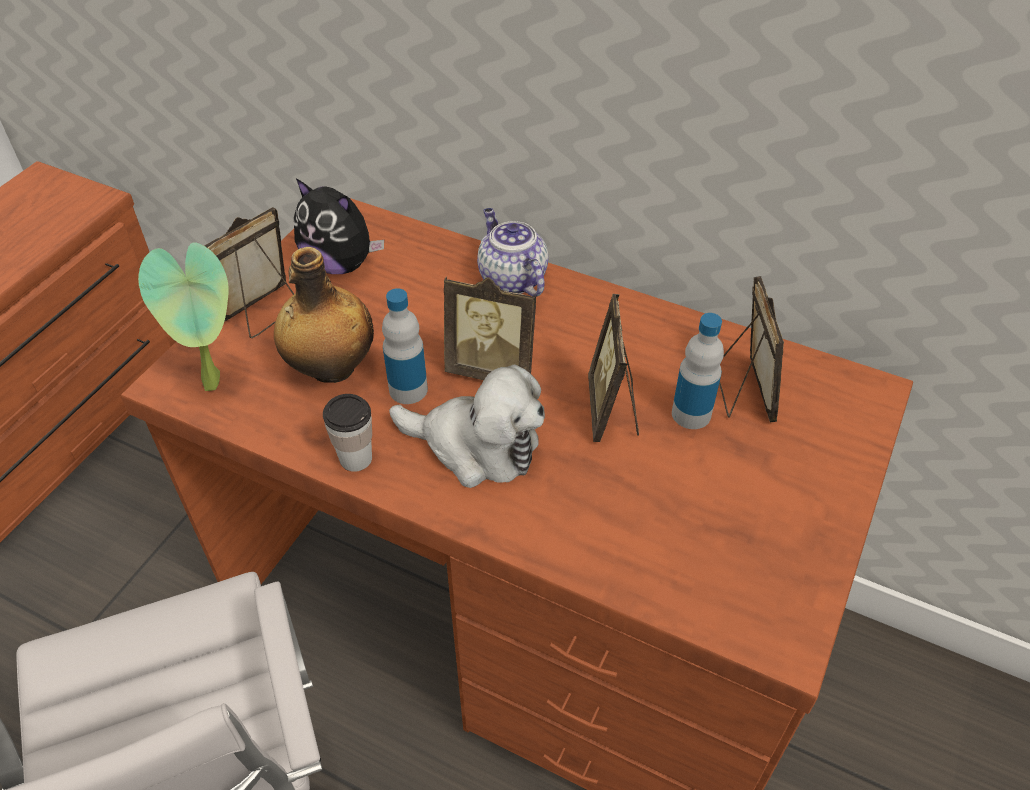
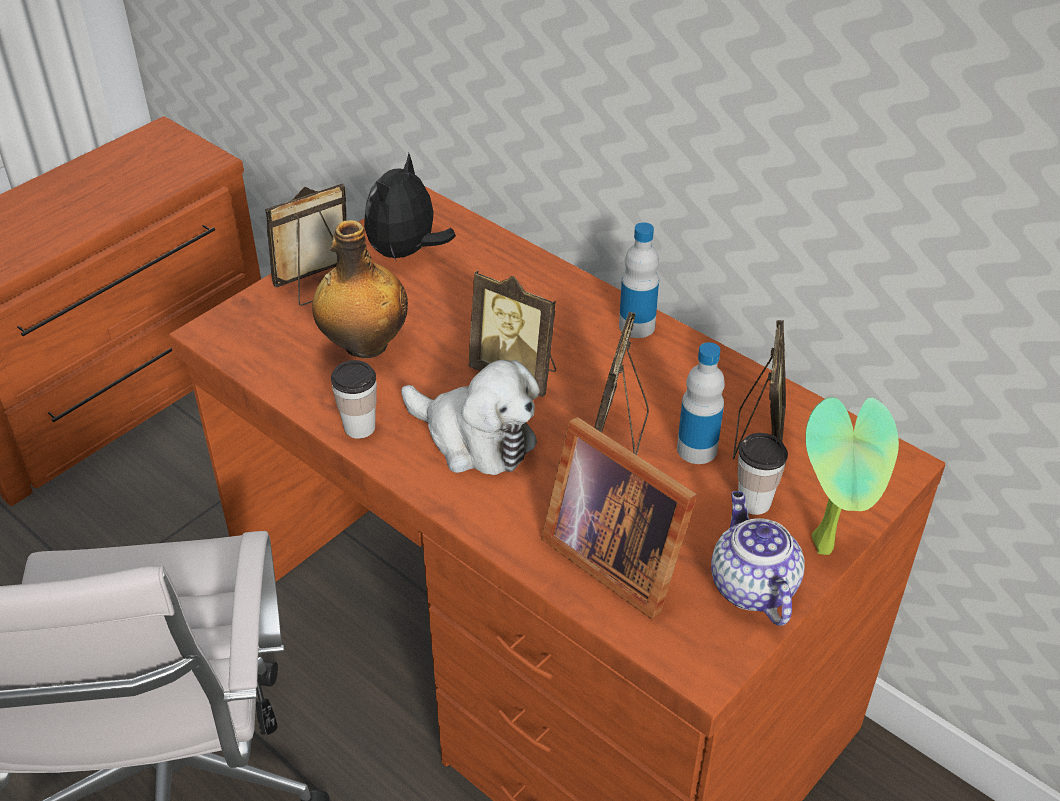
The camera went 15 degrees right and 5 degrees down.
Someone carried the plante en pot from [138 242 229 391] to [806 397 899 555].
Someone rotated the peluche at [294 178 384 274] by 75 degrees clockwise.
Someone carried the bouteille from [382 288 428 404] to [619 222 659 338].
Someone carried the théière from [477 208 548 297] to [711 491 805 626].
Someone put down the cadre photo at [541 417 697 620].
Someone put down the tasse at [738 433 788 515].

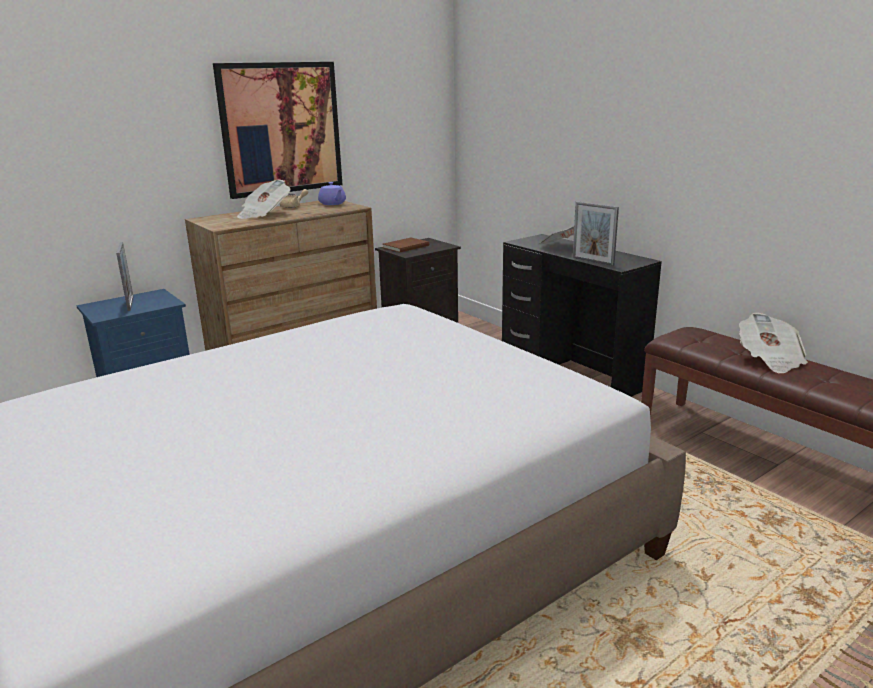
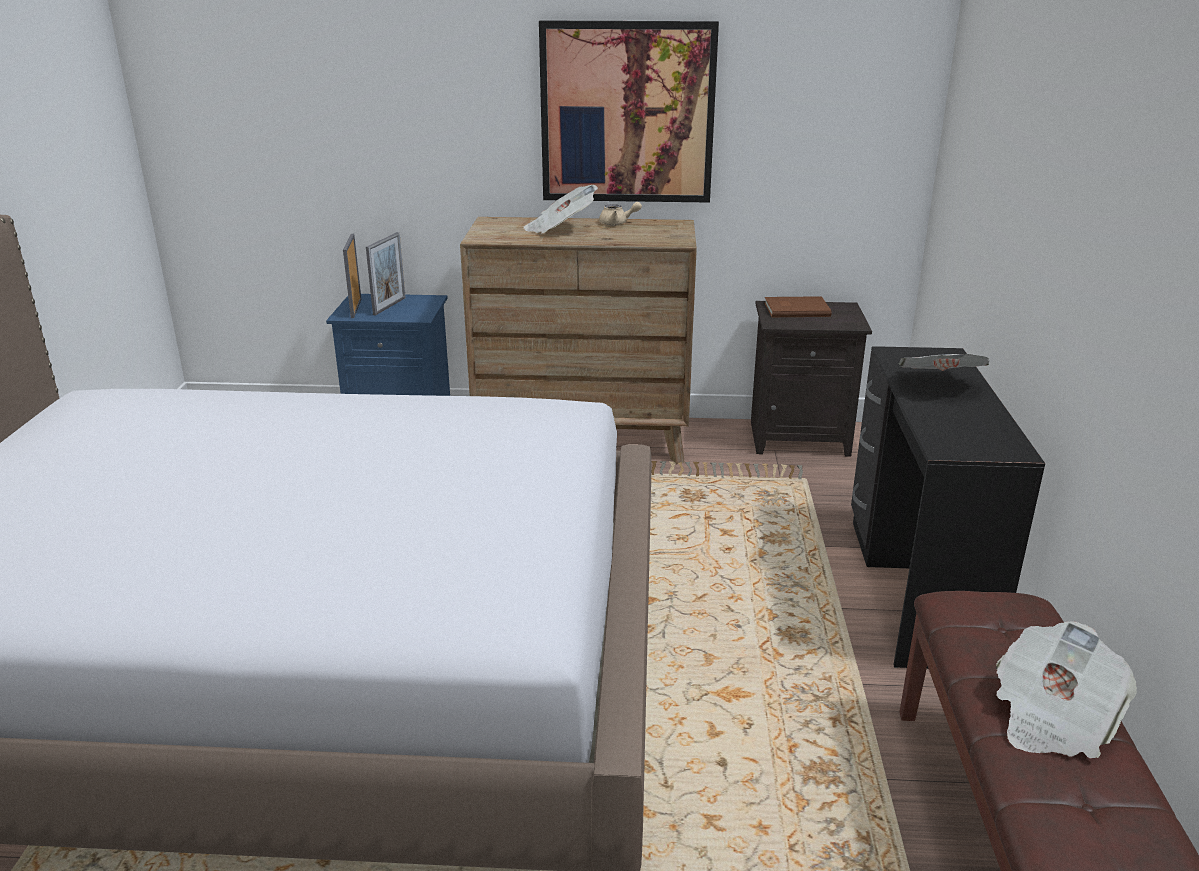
The camera went 40 degrees right and 5 degrees up.
Someone took away the théière [violet] at [318 182 346 205].
Someone carried the cadre photo from [573 201 619 266] to [343 234 361 318].

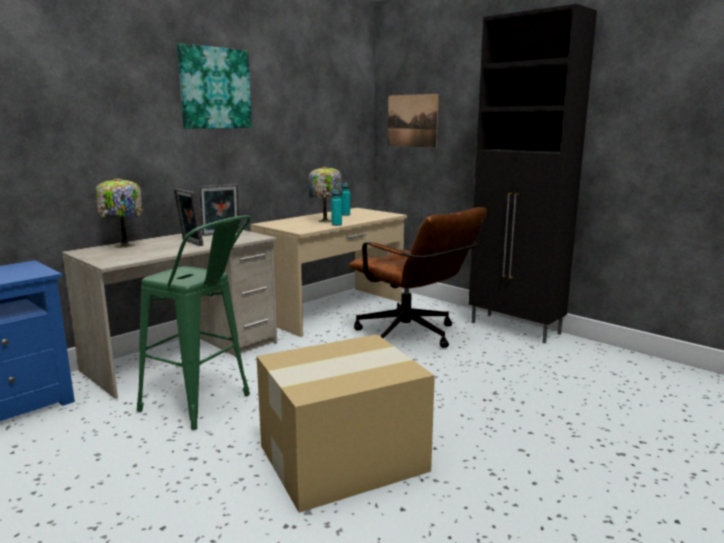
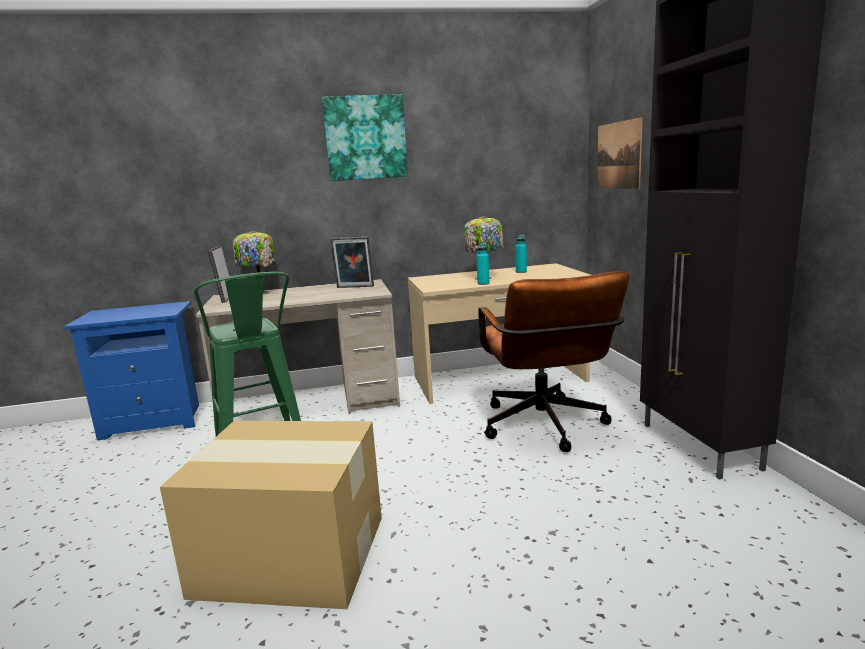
The camera went 35 degrees right and 0 degrees up.
Someone carried the cadre photo from [174 189 203 246] to [208 246 229 303].

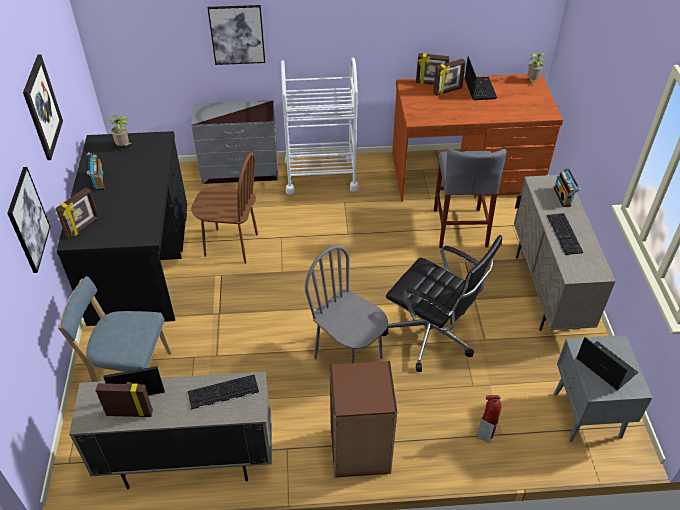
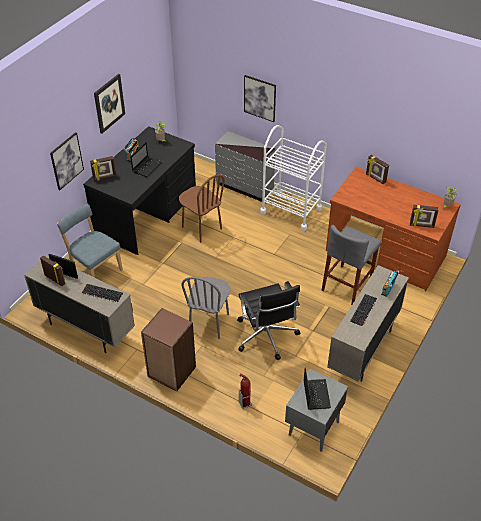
The camera went 35 degrees right and 0 degrees up.
Someone rotated the chaise [gris] at [305 245 388 363] by 150 degrees counterclockwise.
Someone carried the cadre photo from [433 59 466 96] to [410 205 439 228].
Someone carried the ordinateur portable from [465 56 497 100] to [131 142 162 177].

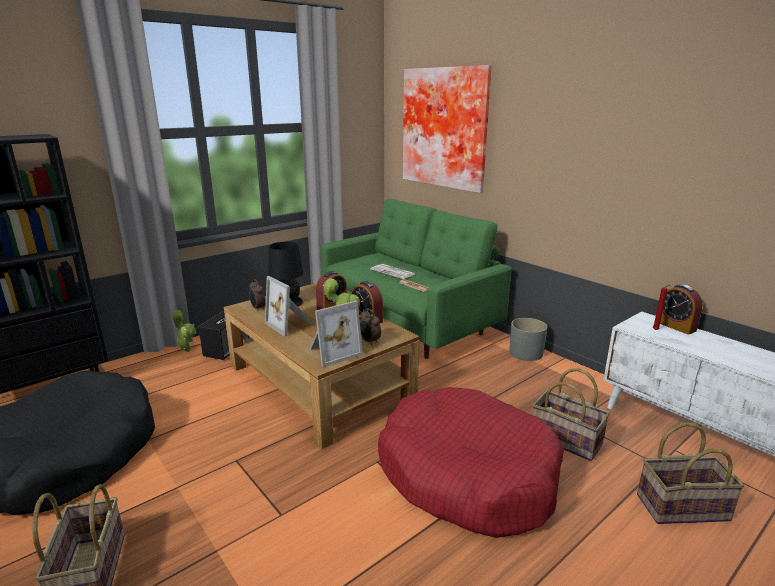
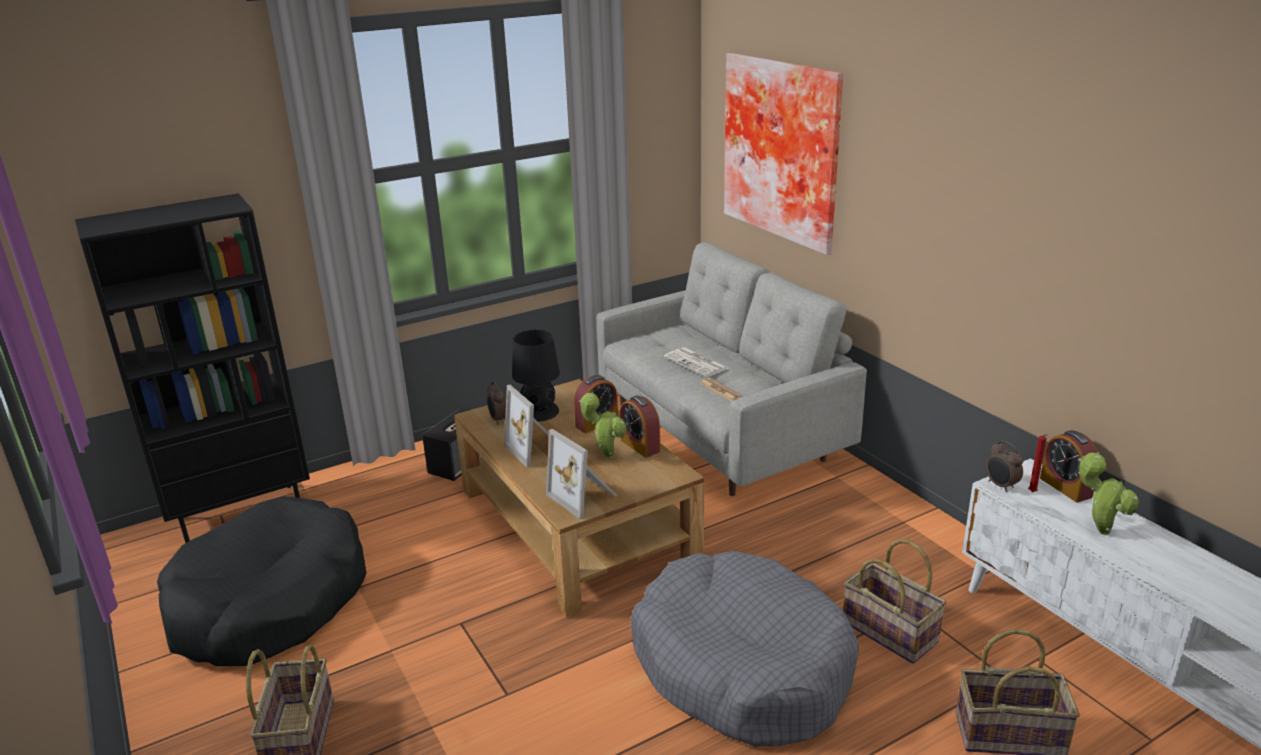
The camera went 10 degrees right and 5 degrees up.
Someone carried the plante en pot from [173 310 196 352] to [1078 452 1139 535].
Someone rotated the cadre photo at [310 301 363 367] by 75 degrees clockwise.
Someone repainted the canapé [vert] at [321 198 512 359], which became the canapé [gris] at [597 242 867 496].
Someone carried the réveil from [360 308 381 345] to [985 440 1023 492].
Someone repainted the panier pour chien [rouge] at [378 387 564 538], which became the panier pour chien [gris] at [631 551 859 746].
Someone took away the cache-pot [gris] at [509 318 547 361].

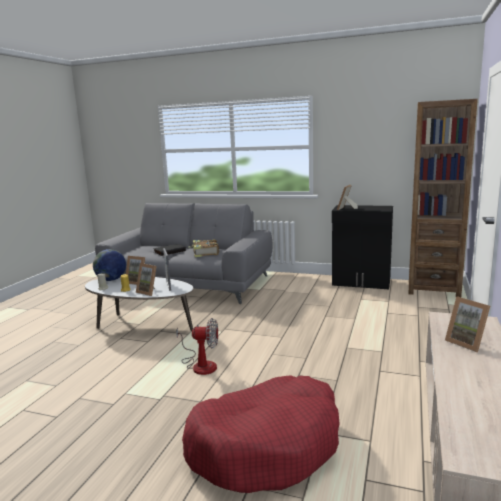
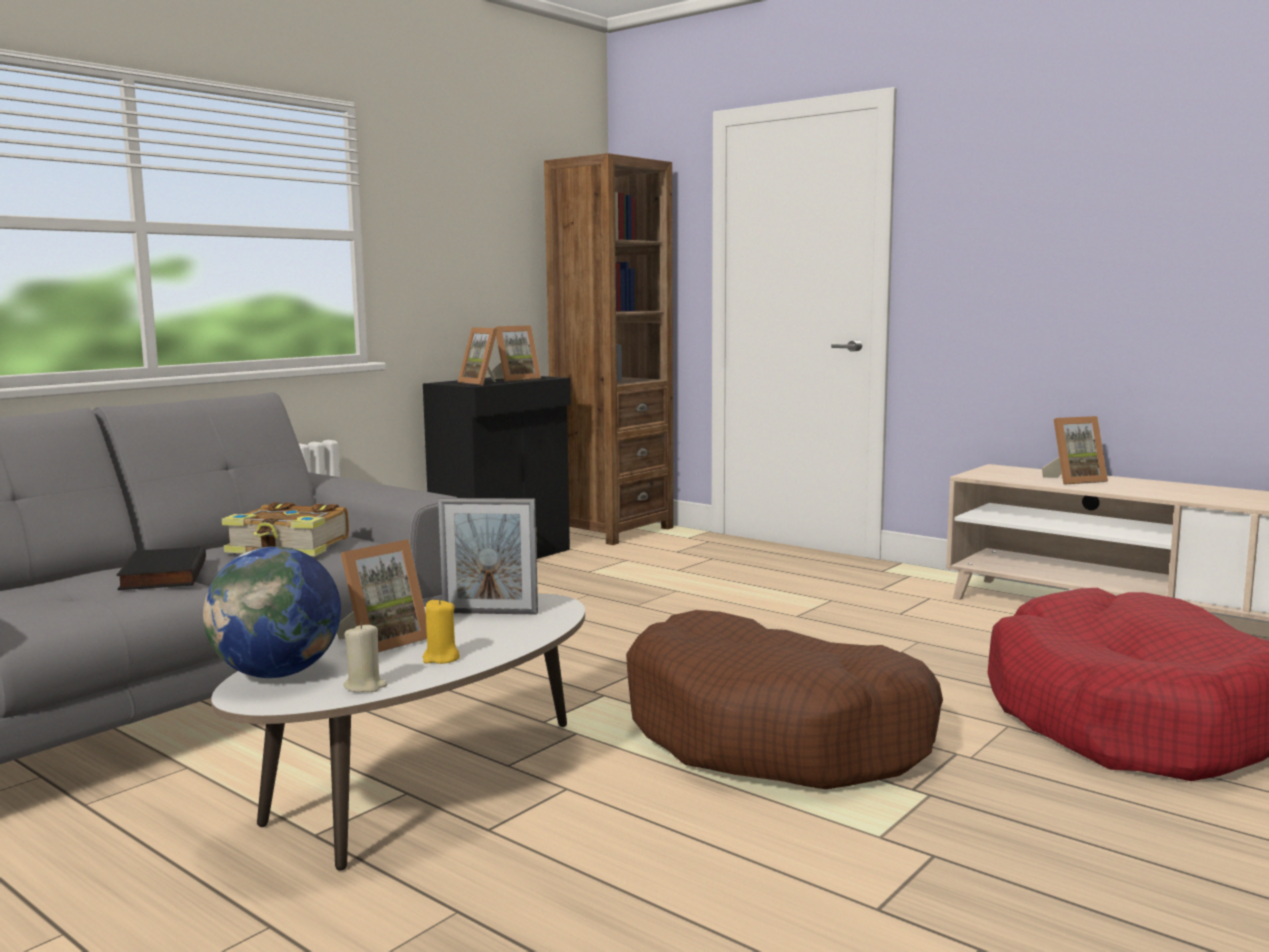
The camera went 70 degrees left and 5 degrees down.
Someone carried the cadre photo from [136 263 157 296] to [491 325 541 381].
Someone swapped the ventilateur at [176 318 218 375] for the panier pour chien [marron] at [626 610 943 789].

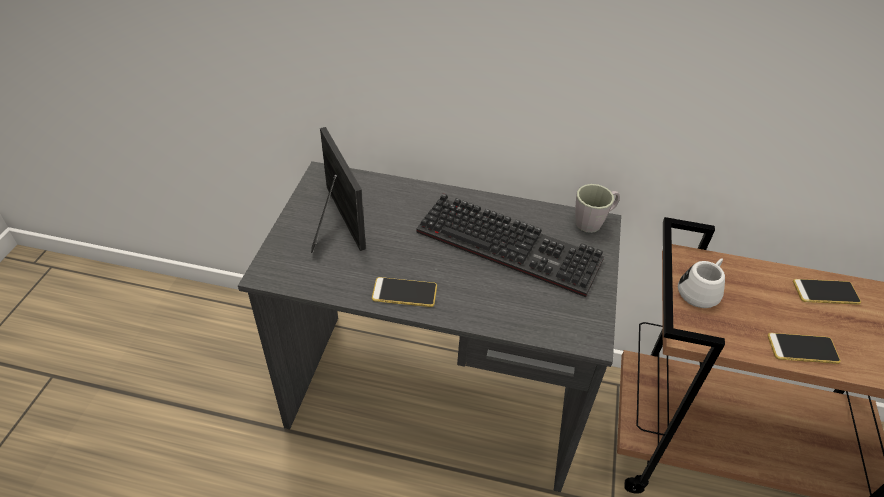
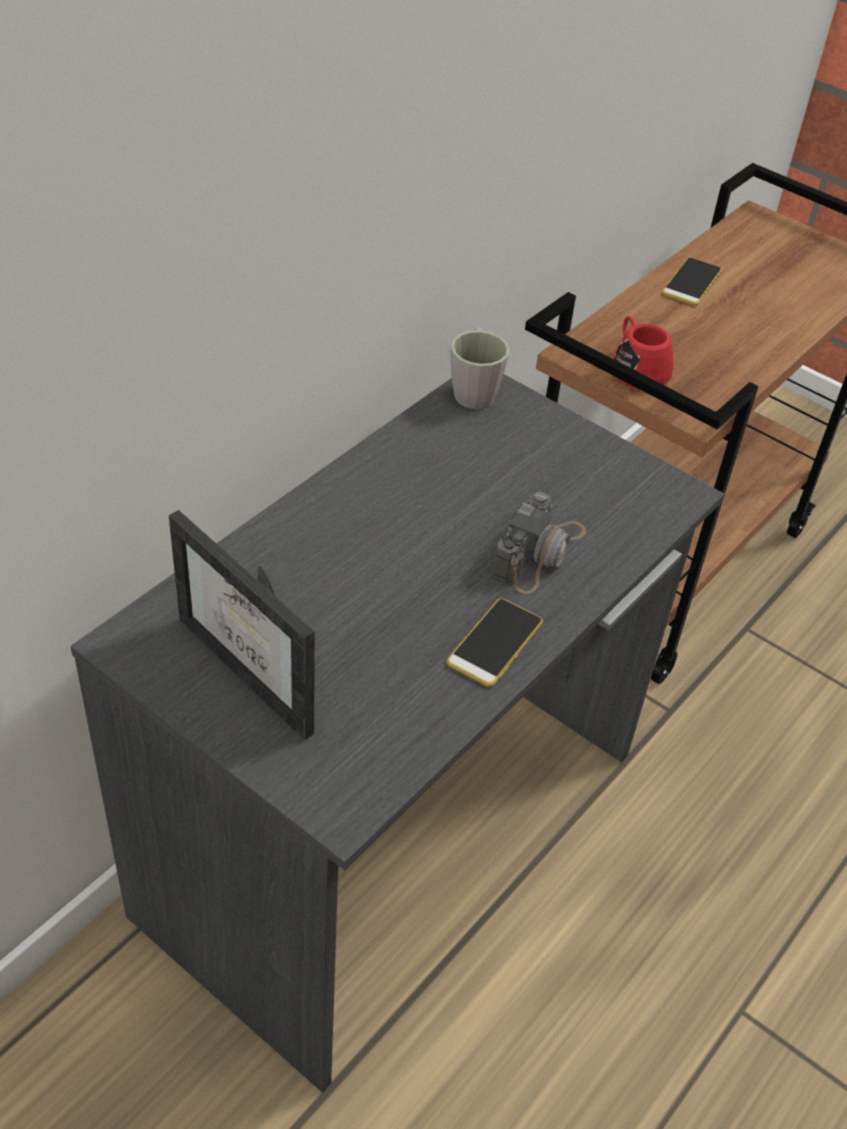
The camera went 65 degrees left and 0 degrees up.
Someone rotated the cadre photo at [311 127 366 253] by 135 degrees counterclockwise.
Someone took away the clavier at [416 193 604 297].
Someone repainted the mug [blanc] at [678 258 725 308], which became the mug [rouge] at [613 316 674 389].
Someone took away the téléphone at [768 333 841 364].
Someone put down the appareil photo at [492 492 586 594].

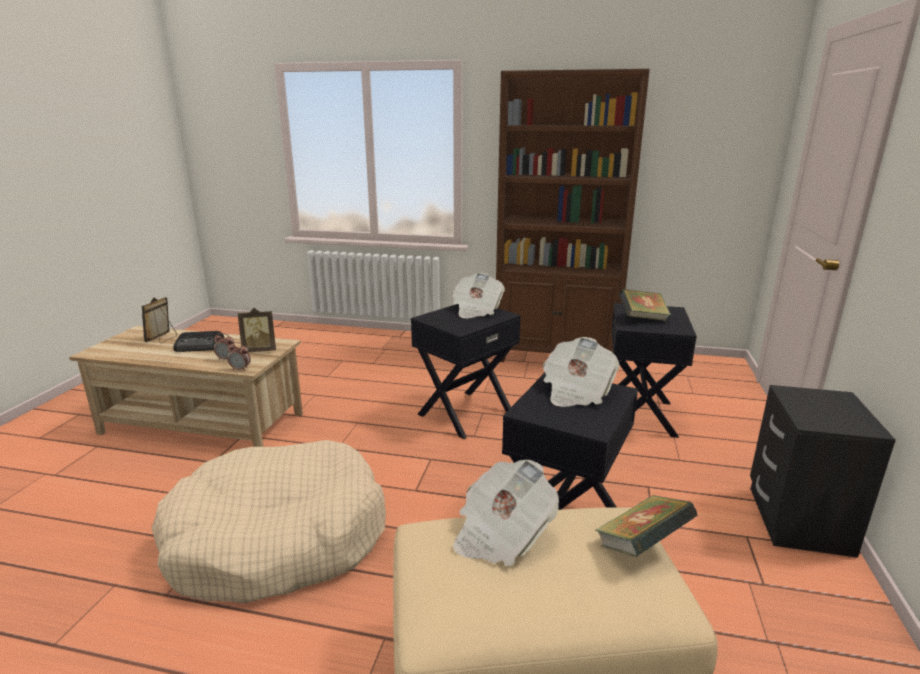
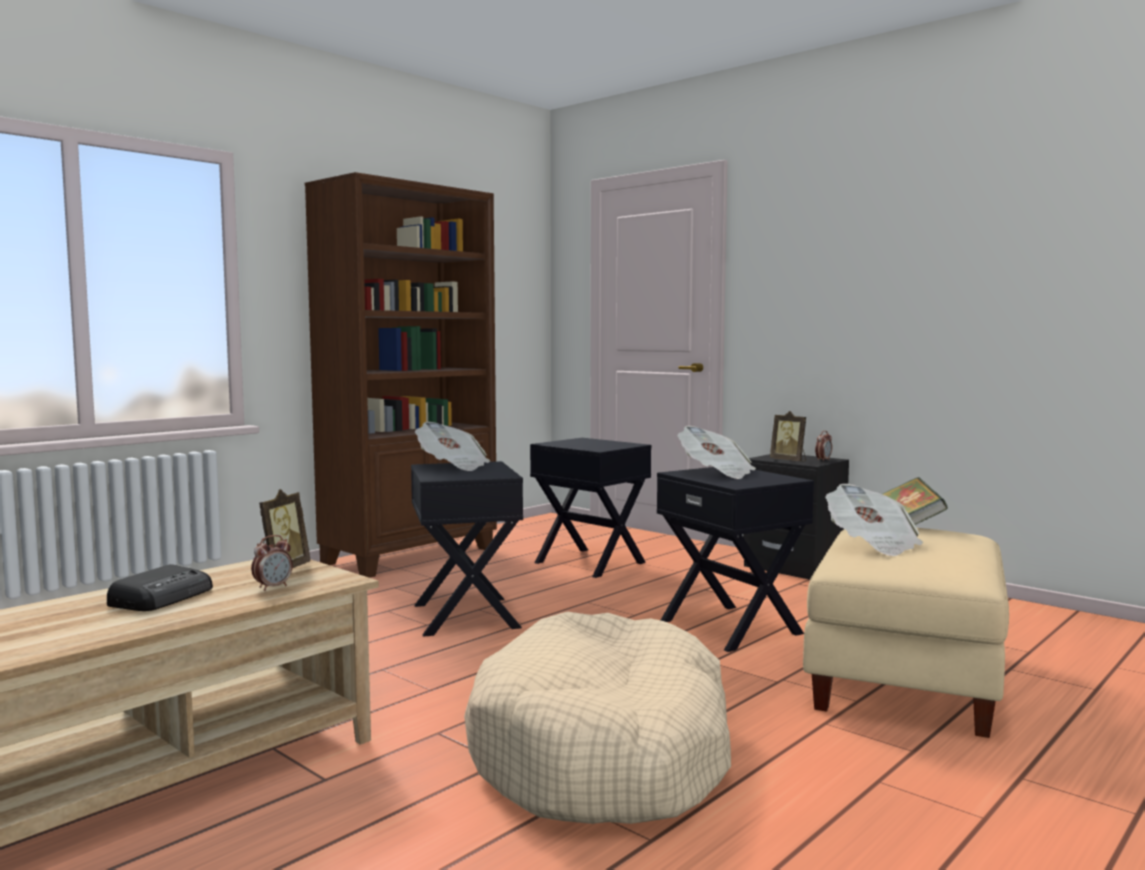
The camera went 60 degrees left and 15 degrees down.
Someone carried the cadre photo from [142 297 177 344] to [770 411 806 461].
Someone carried the réveil from [227 342 251 371] to [815 431 832 461].
Someone took away the livre at [619 289 671 321].

